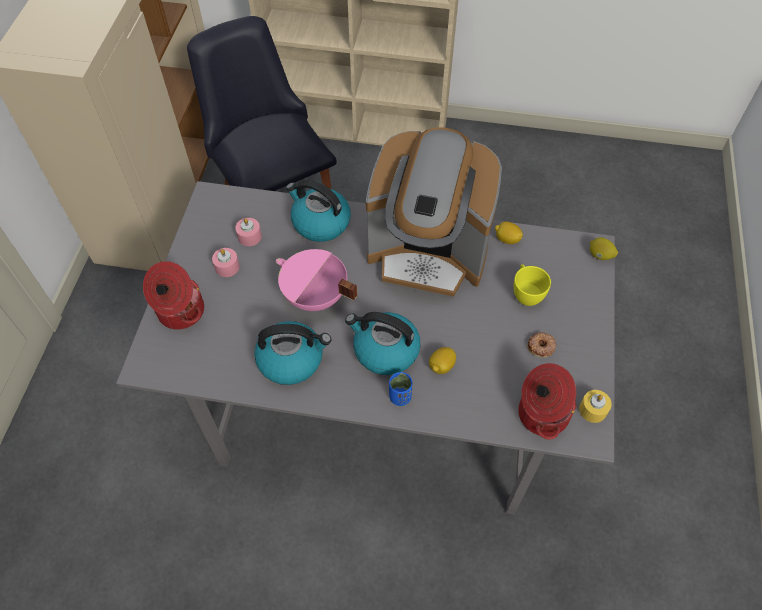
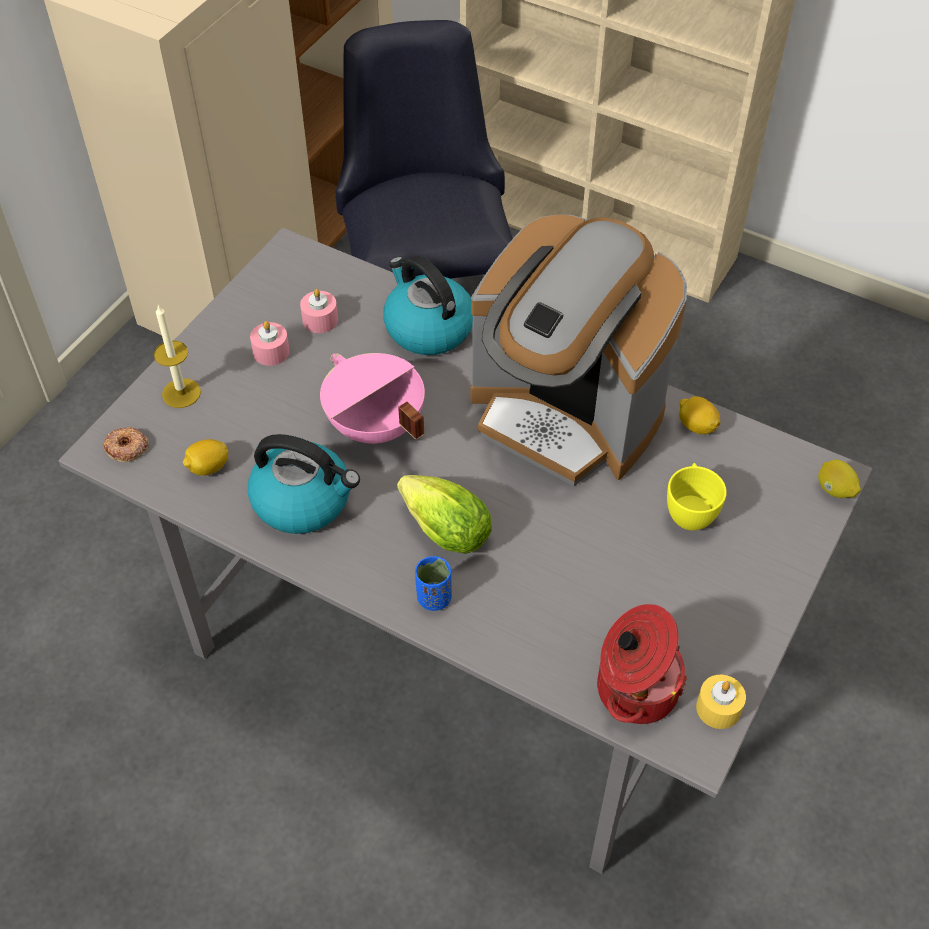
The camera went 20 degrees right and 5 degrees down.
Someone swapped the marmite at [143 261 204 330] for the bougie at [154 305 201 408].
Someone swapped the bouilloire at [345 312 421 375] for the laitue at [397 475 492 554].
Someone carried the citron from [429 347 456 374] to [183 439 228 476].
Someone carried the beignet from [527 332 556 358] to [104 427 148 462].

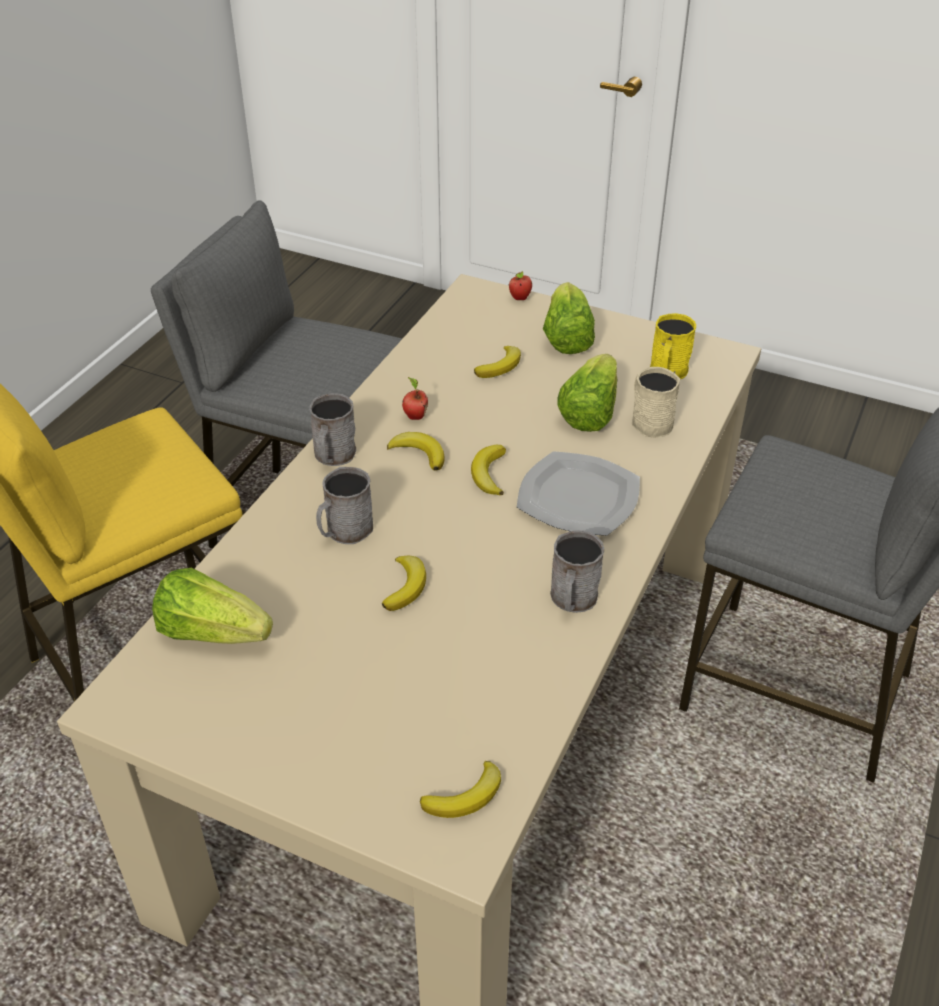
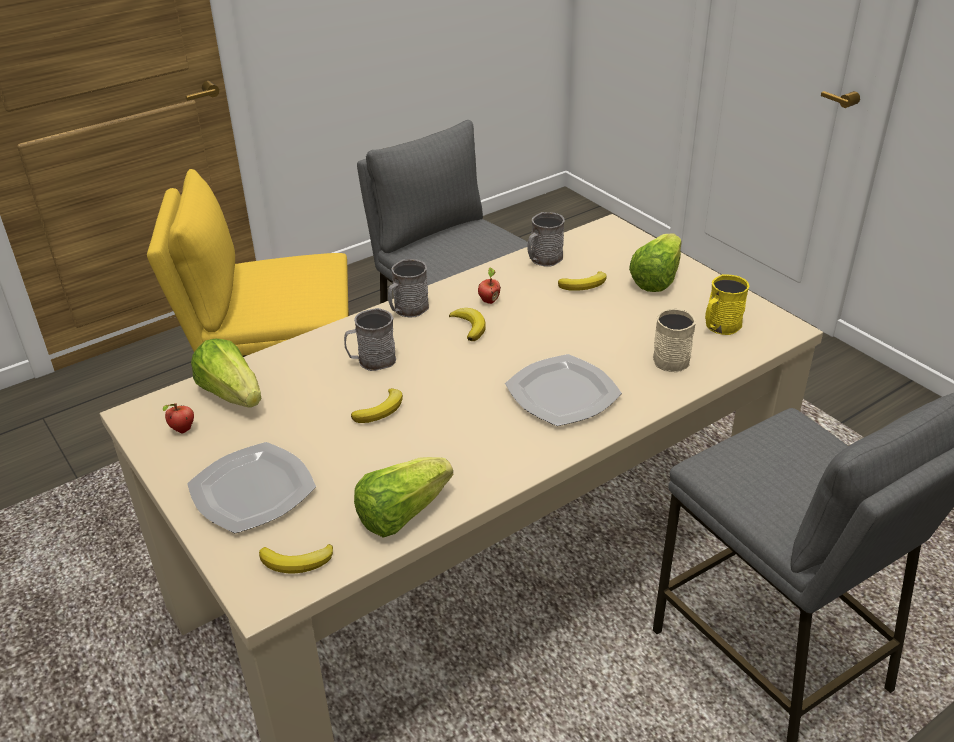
The camera went 30 degrees right and 5 degrees down.
Someone took away the banane at [471 445 506 495].
Someone carried the pomme from [509 271 532 300] to [163 403 194 433].
Someone carried the mug [gris] from [550 530 604 613] to [527 212 565 266].
Someone carried the laitue from [558 354 617 432] to [354 457 453 538].
Someone put down the assiette at [187 442 316 533].

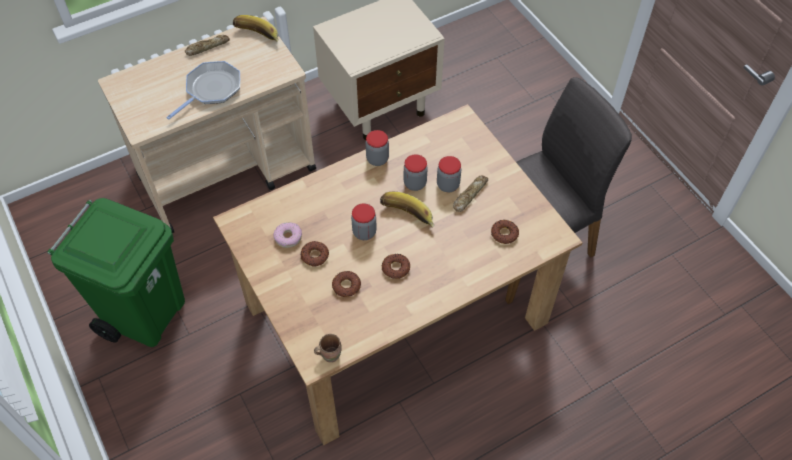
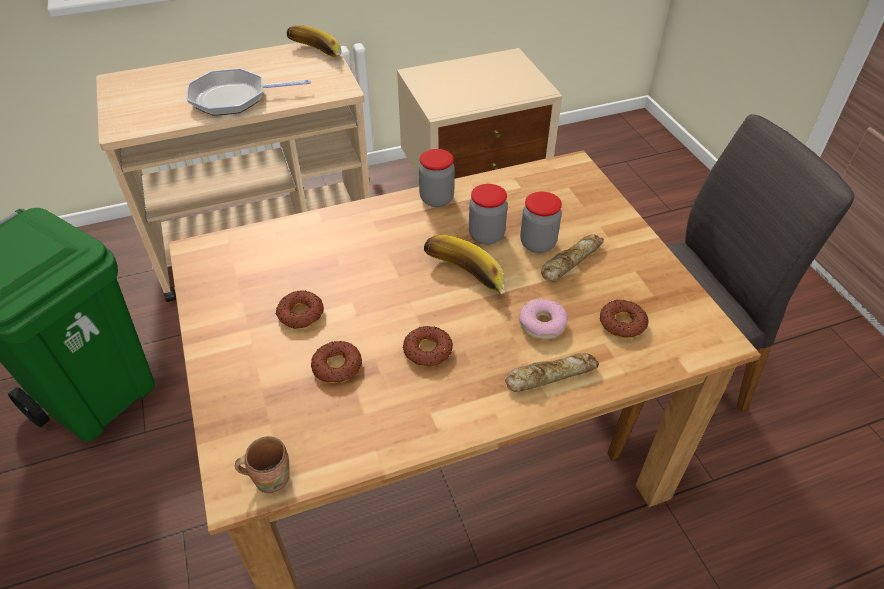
The camera went 10 degrees right and 10 degrees down.
Someone rotated the poêle at [166 61 240 120] by 150 degrees counterclockwise.
Someone carried the pain from [184 35 230 56] to [505 353 599 392].
Someone carried the beignet from [274 222 302 248] to [519 299 568 340].
Someone took away the bocal at [351 203 377 240].

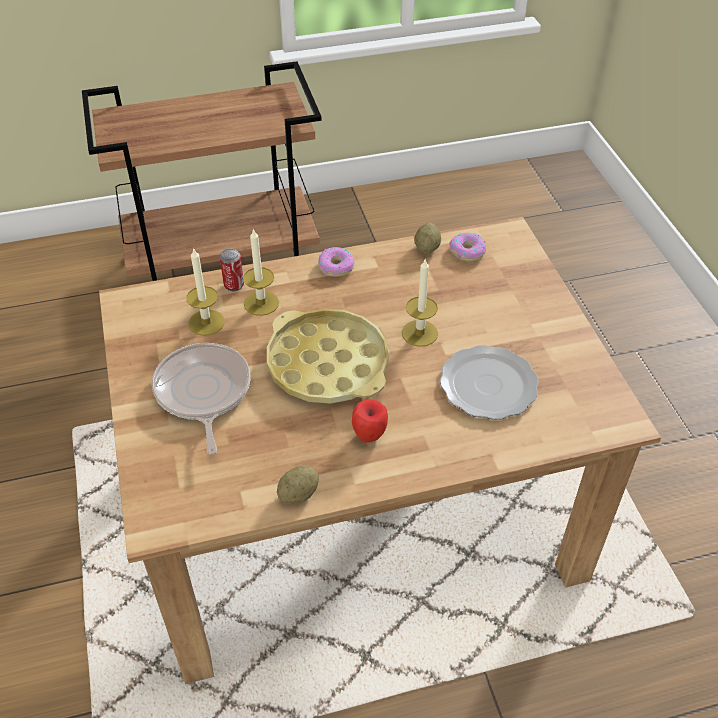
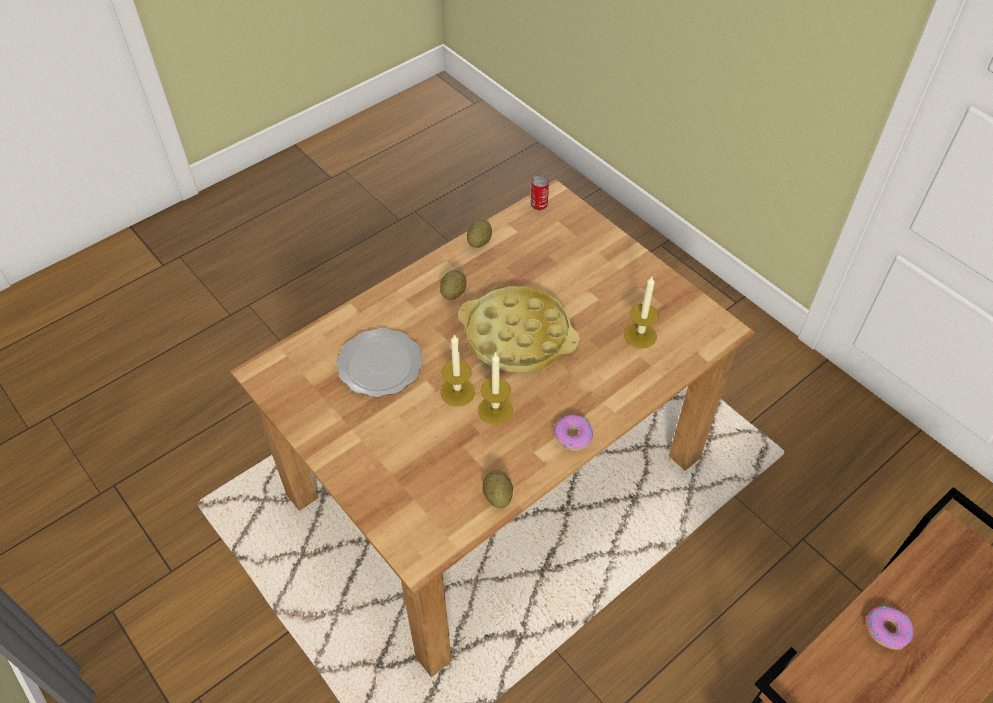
The camera went 155 degrees right and 5 degrees up.
Someone took away the poêle at [152 343 251 455].
Someone carried the boîte métallique from [220 248 244 291] to [531 174 549 210].
Someone carried the bougie from [243 228 279 316] to [478 352 513 425].
Someone swapped the pomme at [352 399 388 443] for the pomme de terre at [440 270 466 300].
Someone carried the beignet from [449 232 486 261] to [866 606 914 650].

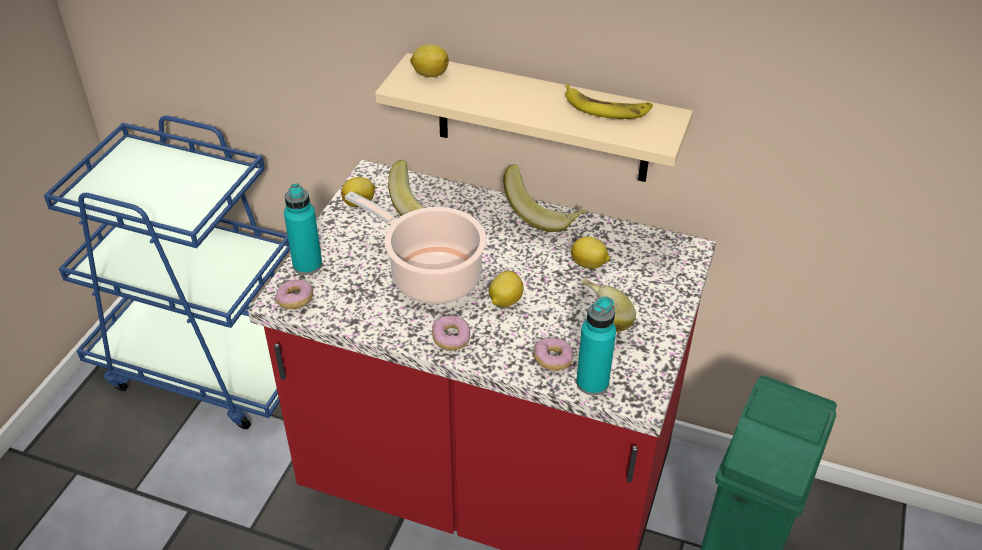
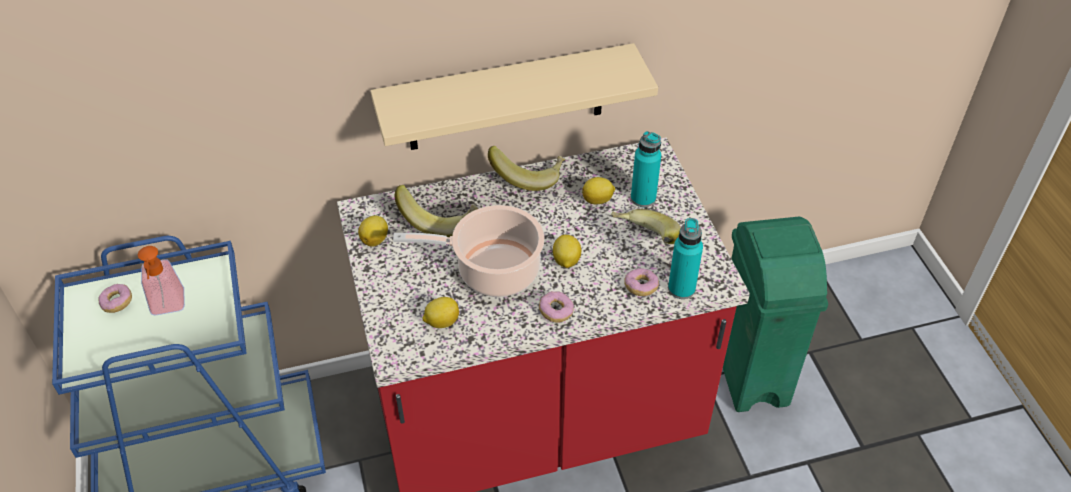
The camera went 35 degrees left and 5 degrees up.
Someone carried the beignet from [275 280 313 309] to [98 284 132 313].
Someone carried the bouteille [turquoise] from [284 184 322 275] to [631 131 661 207].
Someone carried the citron from [410 44 449 77] to [422 297 459 328].
Someone took away the banane at [565 84 653 119].
Someone put down the distributeur de savon at [138 246 185 315].

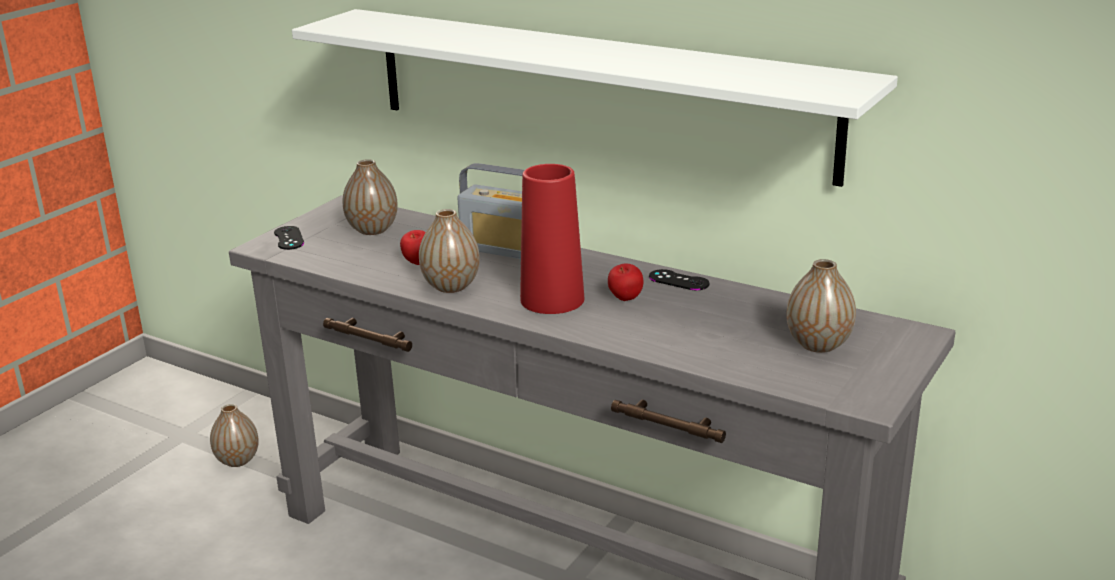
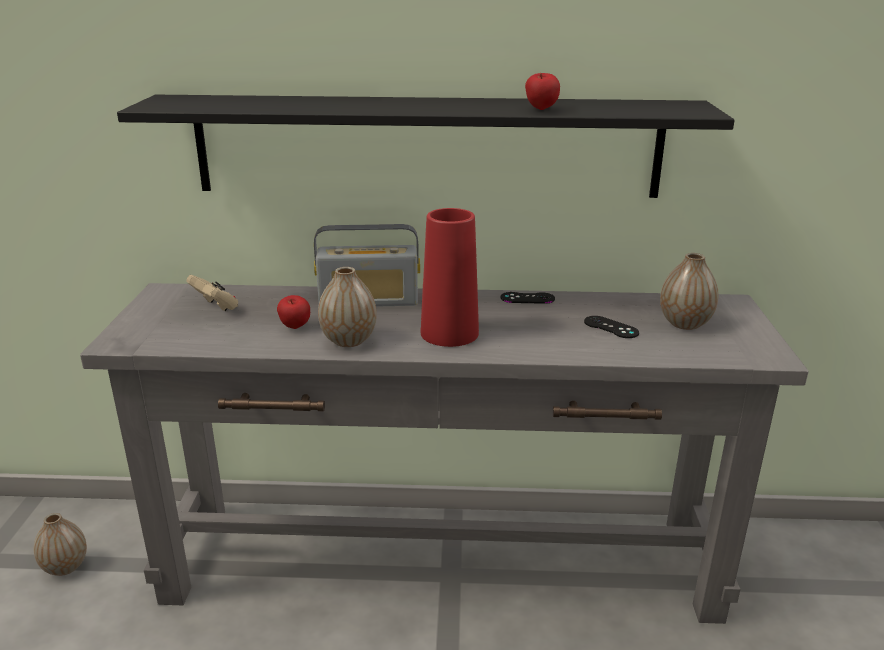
The camera went 30 degrees left and 0 degrees up.
Someone carried the manette [noir] from [274 226 304 250] to [584 316 639 338].
Someone repainted the étagère [blanc] at [292 9 898 187], which became the étagère [noir] at [117 95 735 198].
Someone swapped the vase at [342 159 398 235] for the manette [beige] at [187 275 238 311].
Someone carried the pomme from [608 264 643 301] to [525 73 560 110].

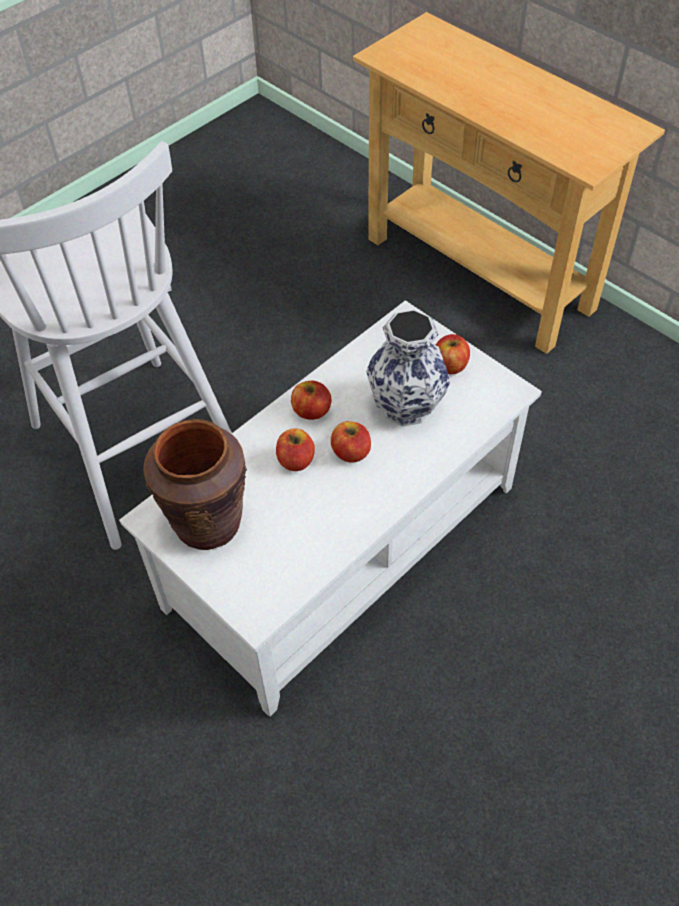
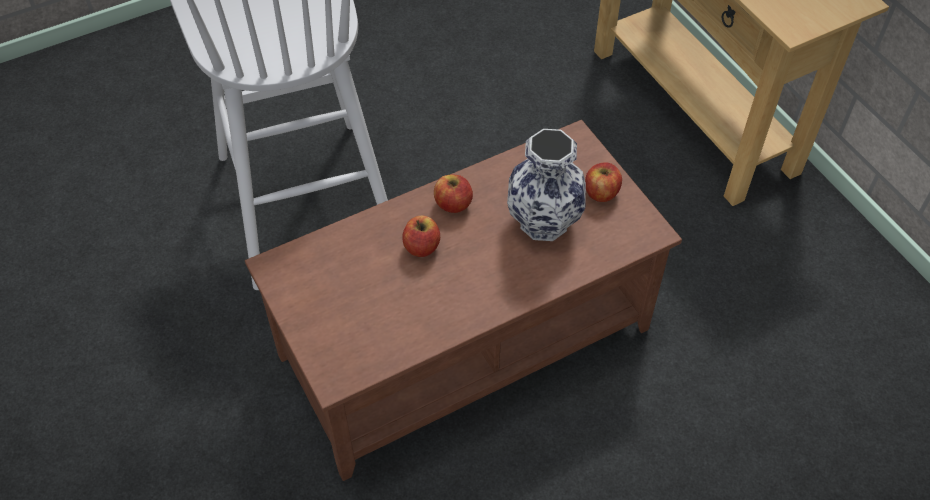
The camera went 15 degrees right and 0 degrees up.
Someone repainted the table basse [blanc] at [119 301 542 717], which became the table basse [marron] at [245 120 682 481].
Someone took away the vase [marron] at [143 419 247 550].
Someone took away the pomme at [331 421 371 463].

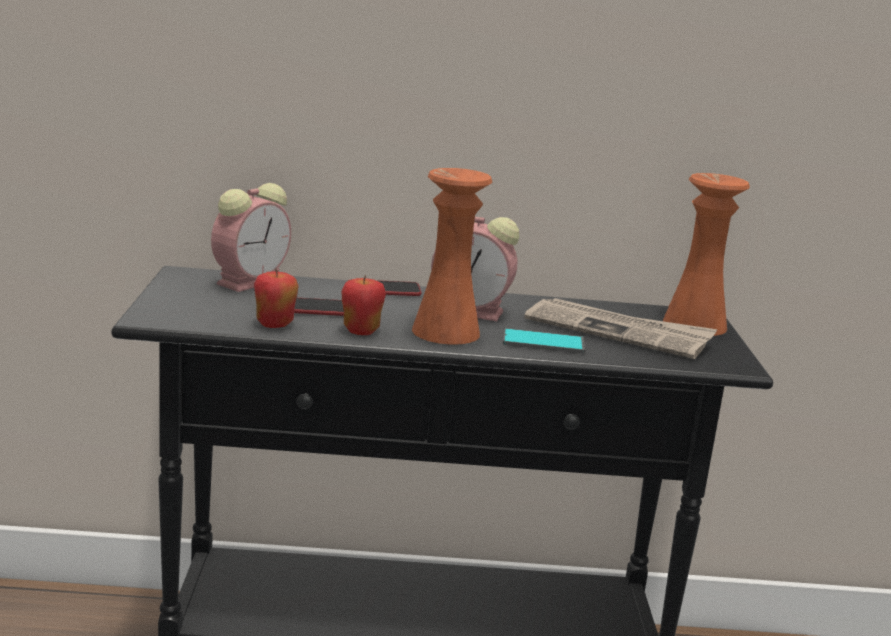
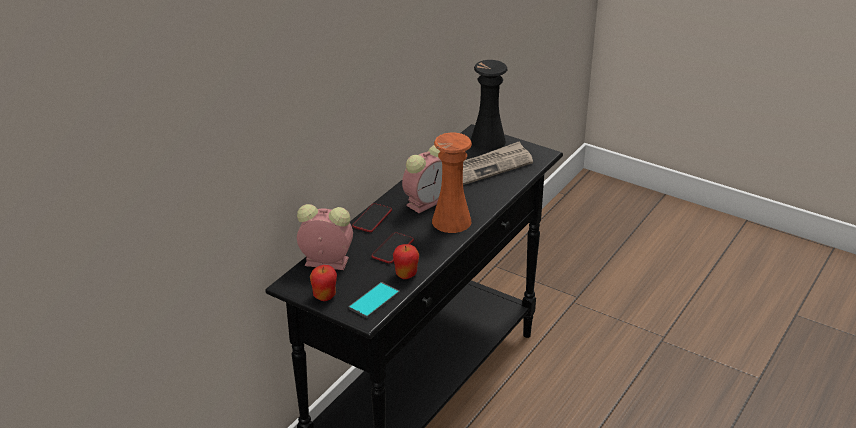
The camera went 55 degrees left and 15 degrees up.
Someone rotated the réveil at [211 183 291 292] by 60 degrees counterclockwise.
Someone carried the pomme from [342 275 386 335] to [310 265 337 301].
Someone carried the téléphone from [503 328 585 354] to [349 282 400 318].
Someone repainted the vase [orange] at [663 173 750 336], which became the vase [noir] at [471 60 507 150].

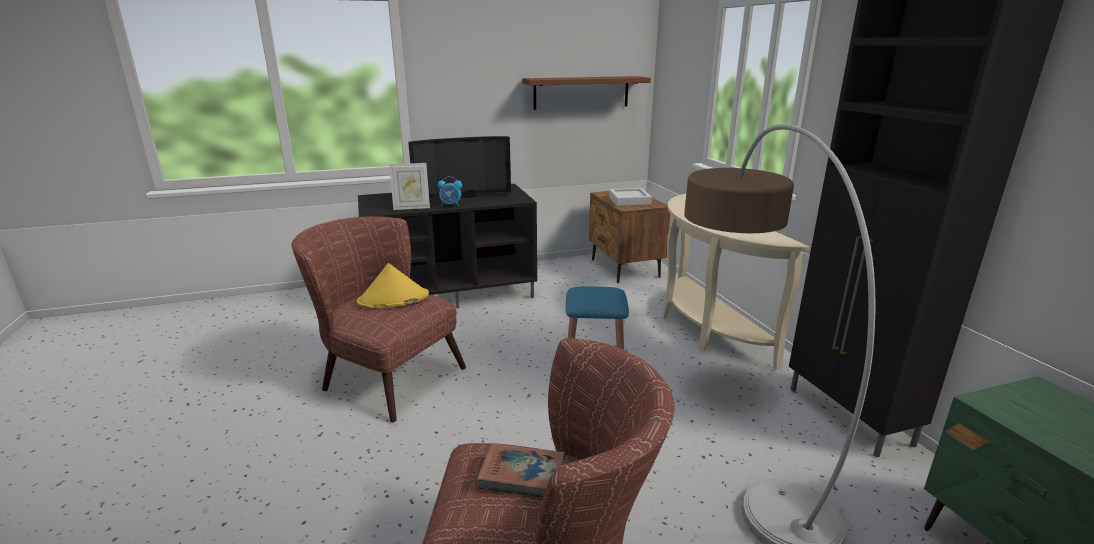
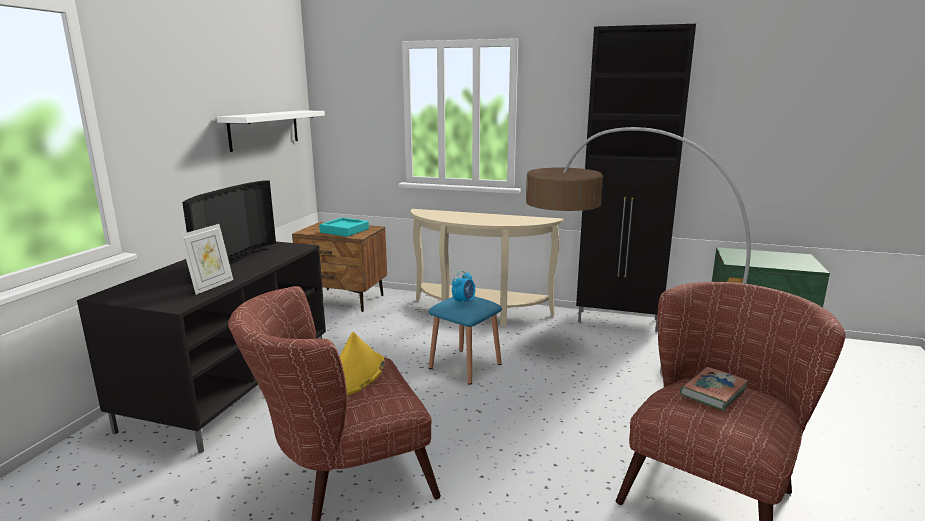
The camera went 55 degrees left and 5 degrees down.
Someone carried the réveil from [438 176 462 207] to [452 271 475 306].
Someone repainted the étagère [marron] at [522 76 651 110], which became the étagère [blanc] at [217 110 325 152].
Someone repainted the plateau [gris] at [609 188 652 206], which became the plateau [turquoise] at [319 218 369 237].

